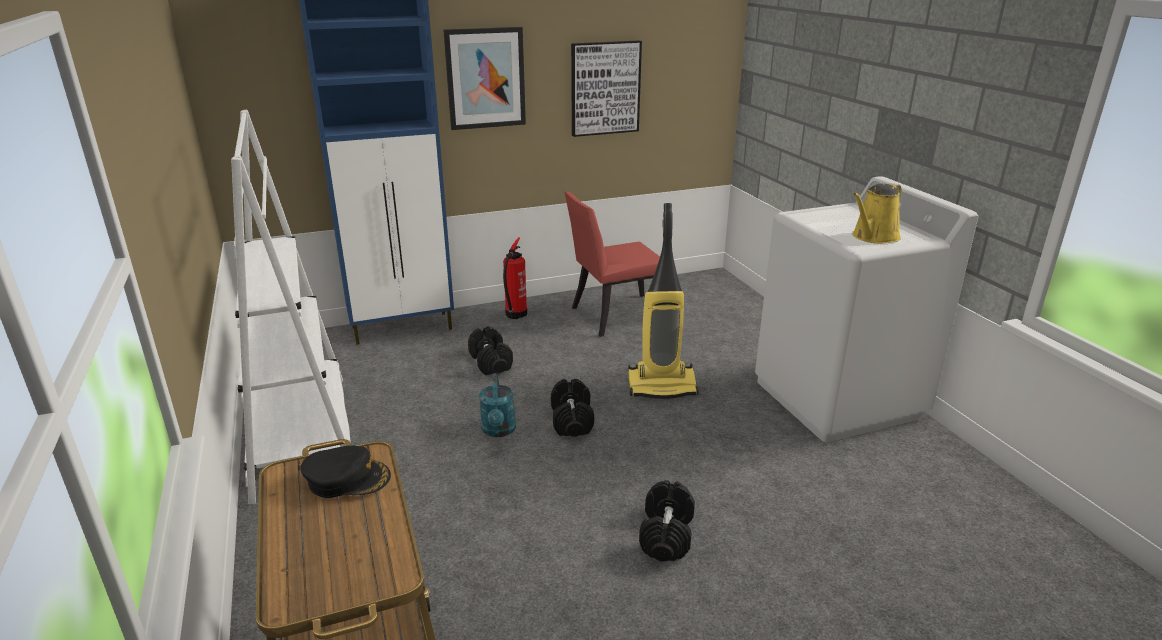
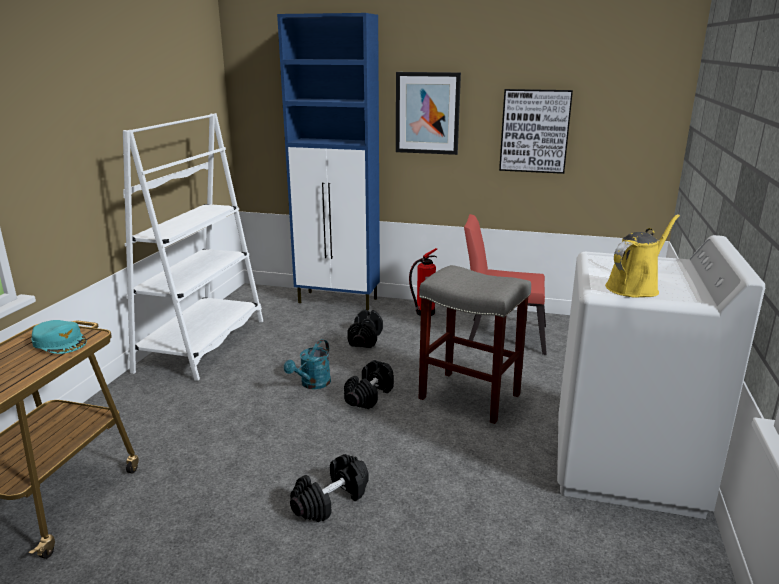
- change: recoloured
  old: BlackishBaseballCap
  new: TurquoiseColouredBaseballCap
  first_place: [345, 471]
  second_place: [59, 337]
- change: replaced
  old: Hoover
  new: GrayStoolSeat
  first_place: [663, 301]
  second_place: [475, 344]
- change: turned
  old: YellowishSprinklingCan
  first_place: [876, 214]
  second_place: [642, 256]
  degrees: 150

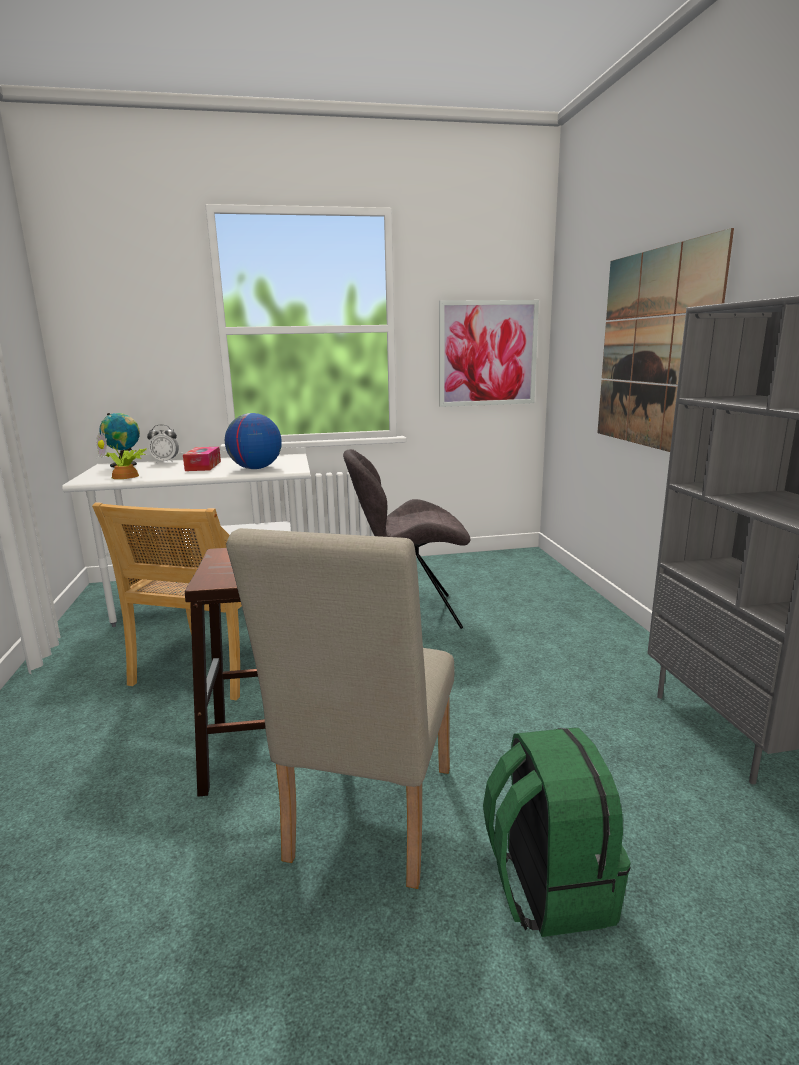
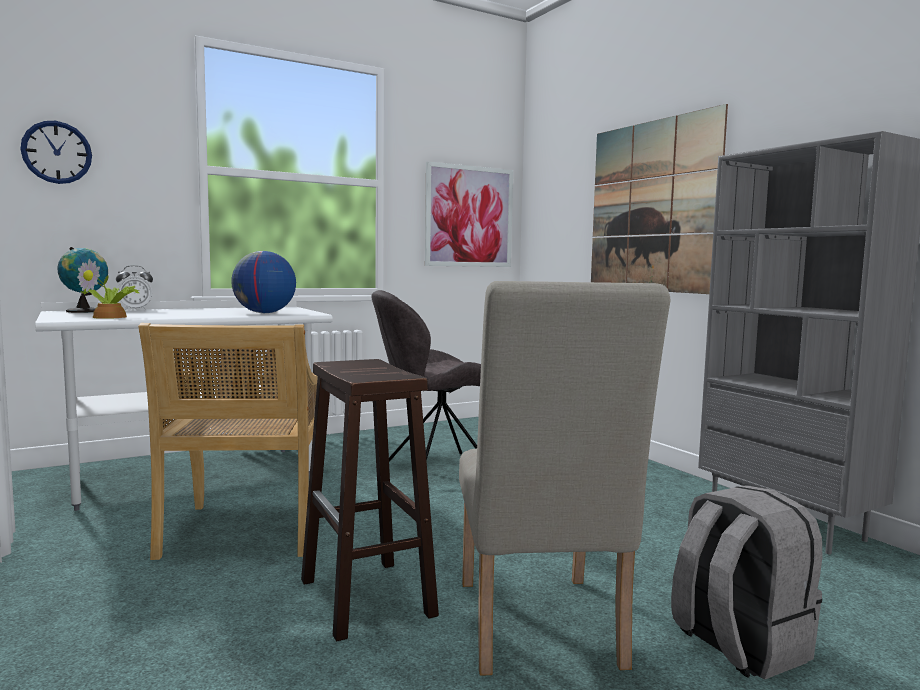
- change: removed
  old: BoxOfTissues
  first_place: [202, 459]
- change: recoloured
  old: GreenishRucksack
  new: GrayRucksack
  first_place: [557, 832]
  second_place: [746, 582]
- change: added
  new: HangingClock
  second_place: [56, 152]

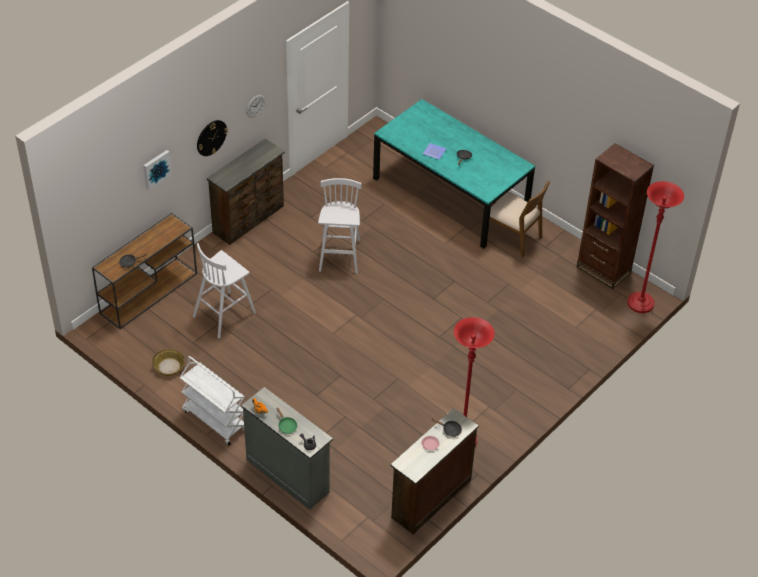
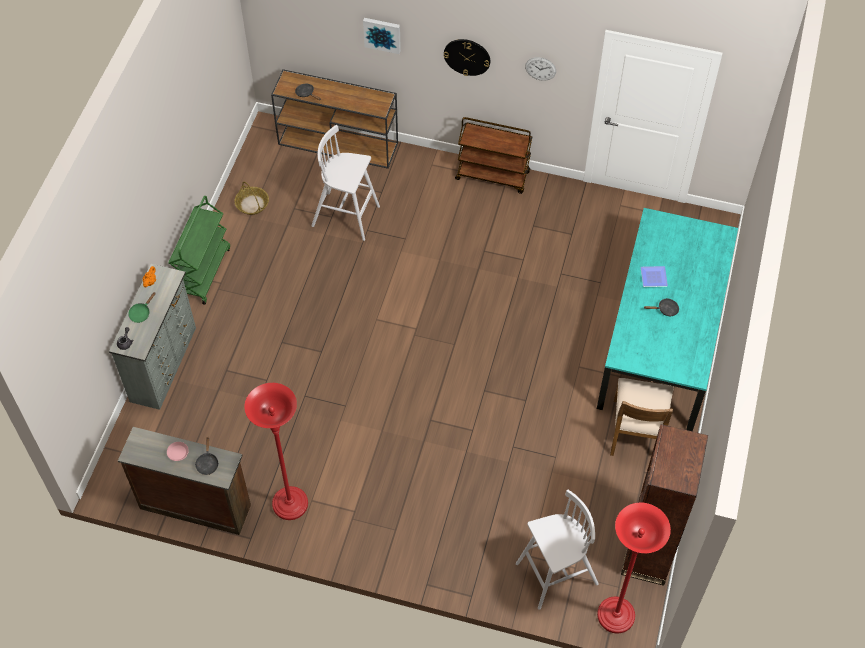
- change: recoloured
  old: WhiteColouredWheeledCart
  new: GreenishWheeledCart
  first_place: [212, 401]
  second_place: [199, 250]
- change: replaced
  old: BrownDrawerChest
  new: BrownWheeledCart
  first_place: [246, 191]
  second_place: [493, 155]
- change: moved
  old: WhiteColouredStoolSeat
  first_place: [340, 226]
  second_place: [557, 550]

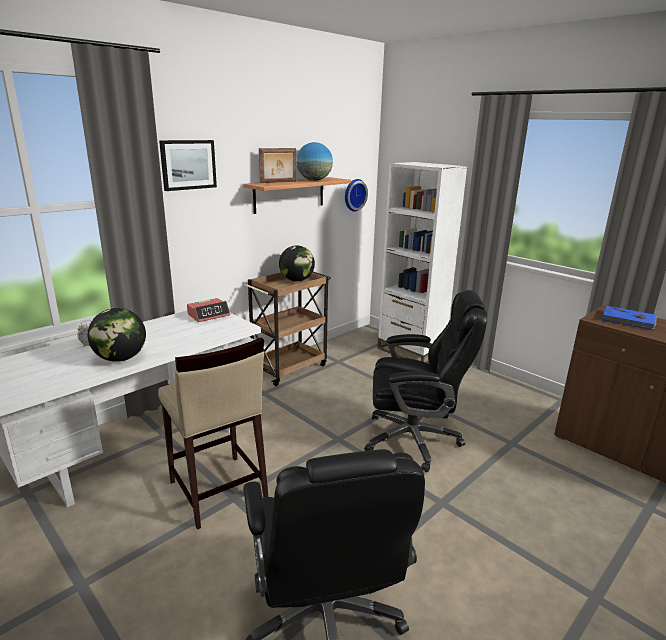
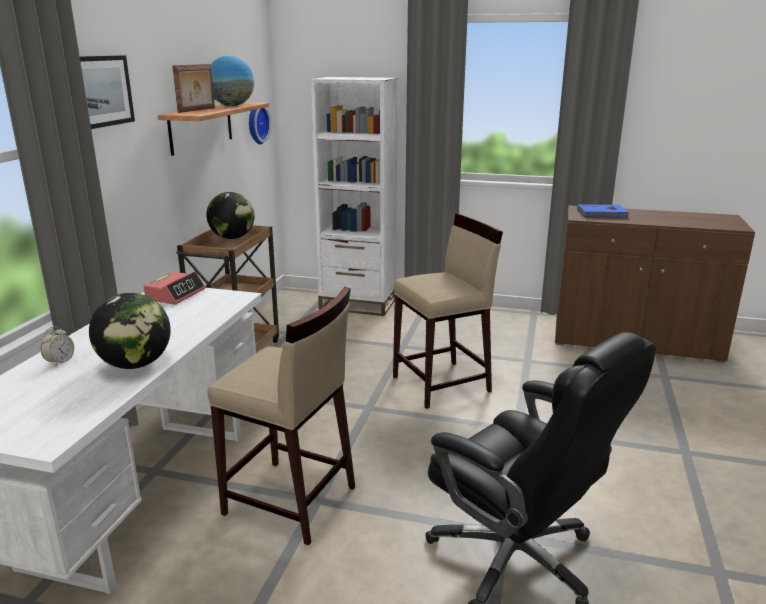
- change: replaced
  old: BlackishComputerChair
  new: BeigeColouredStoolSeat
  first_place: [425, 381]
  second_place: [448, 311]

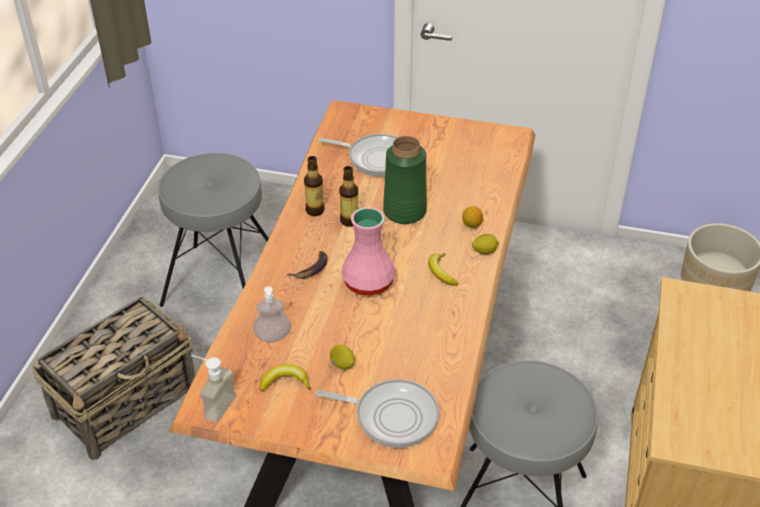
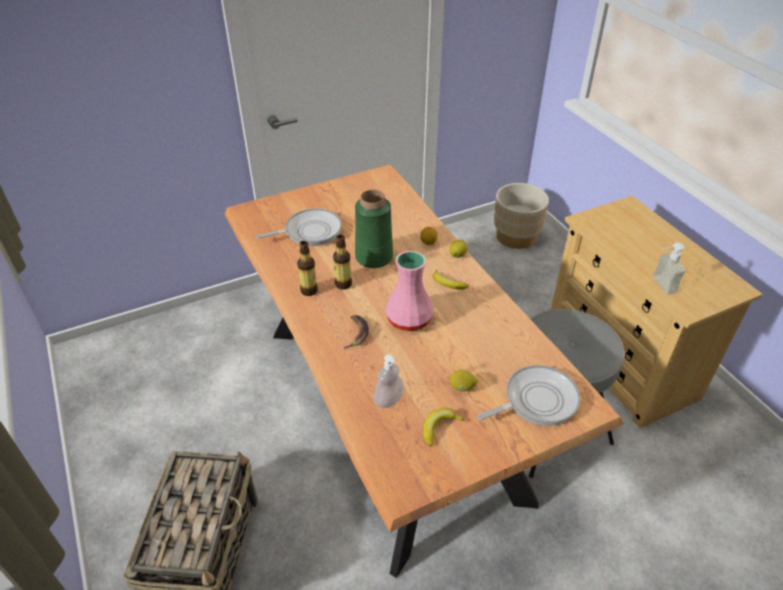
- change: removed
  old: GrayStoolSeat
  first_place: [213, 230]
- change: moved
  old: SoapDispenser
  first_place: [213, 389]
  second_place: [669, 269]

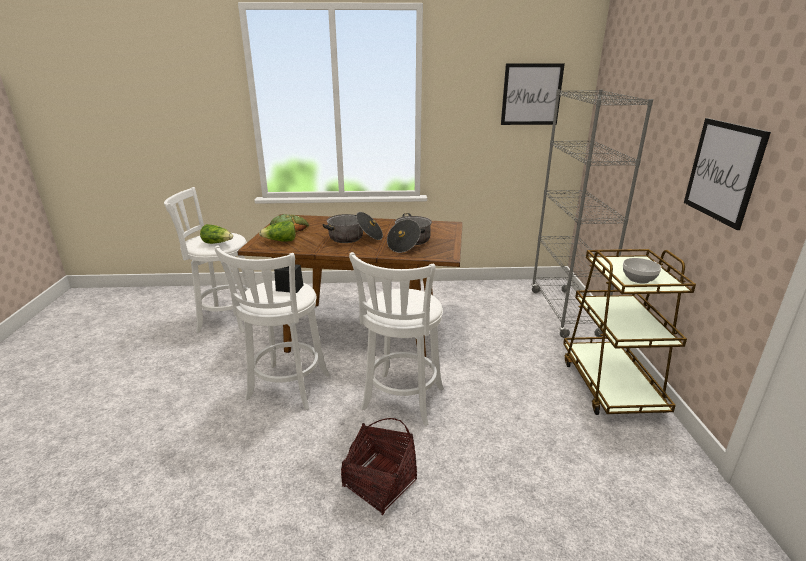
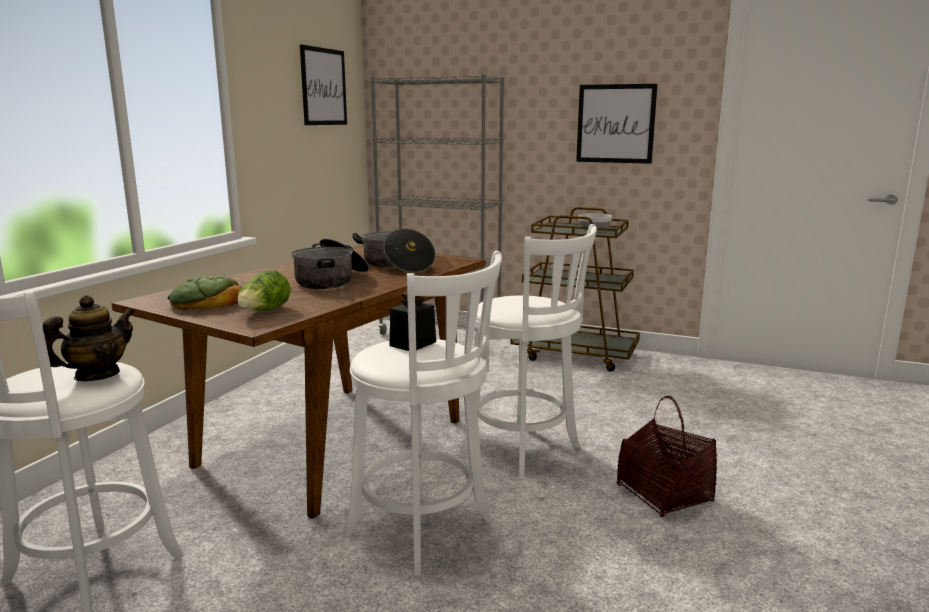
- change: replaced
  old: LettuceHead
  new: TeaPot
  first_place: [216, 234]
  second_place: [89, 338]

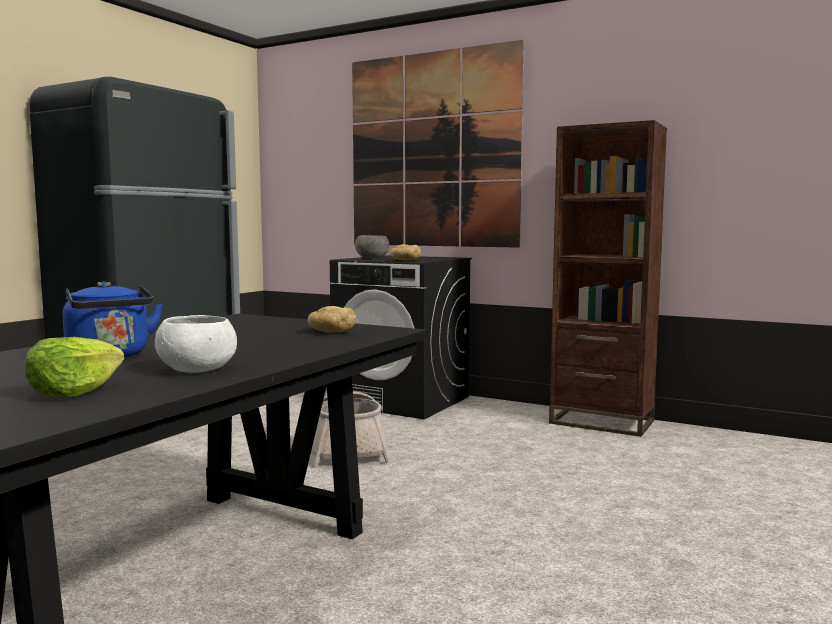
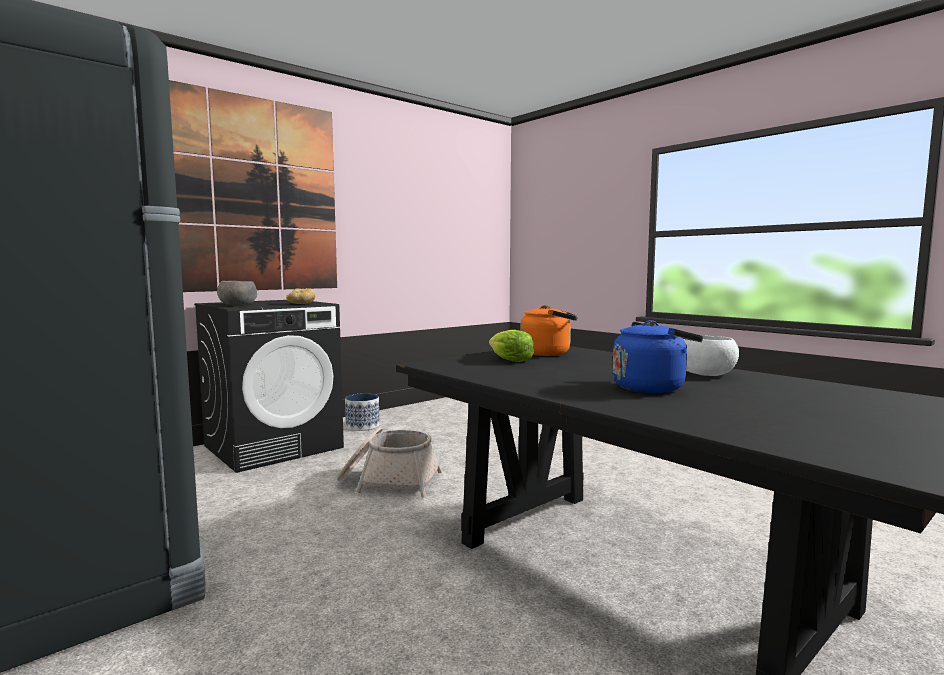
- change: moved
  old: LettuceHead
  first_place: [74, 367]
  second_place: [511, 346]
- change: replaced
  old: BakedBread
  new: OrangeTeaKettle
  first_place: [332, 319]
  second_place: [549, 330]
- change: removed
  old: BrownBookcase
  first_place: [608, 278]
- change: added
  new: PlantPot
  second_place: [362, 412]

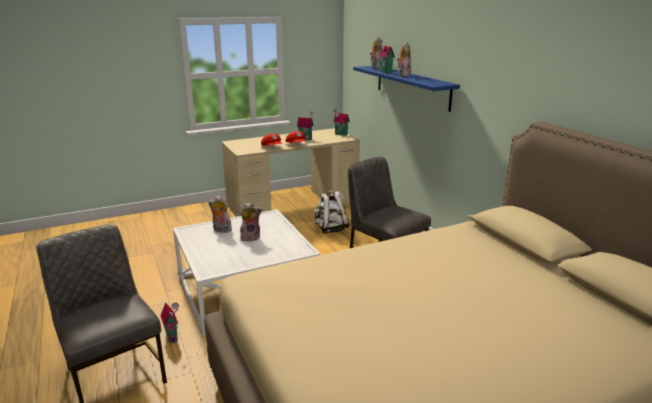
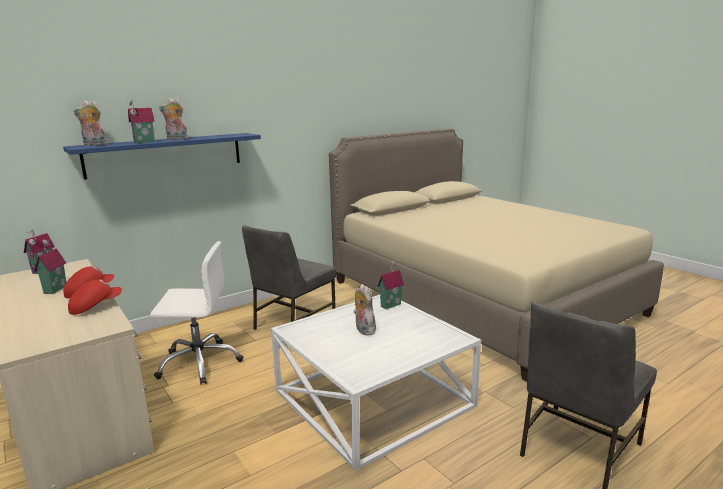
- change: moved
  old: MiniatureHouse
  first_place: [169, 323]
  second_place: [390, 284]
- change: removed
  old: CuddlyToy
  first_place: [220, 214]
- change: replaced
  old: WhiteColouredRucksack
  new: WhiteColouredComputerChair
  first_place: [332, 212]
  second_place: [197, 313]

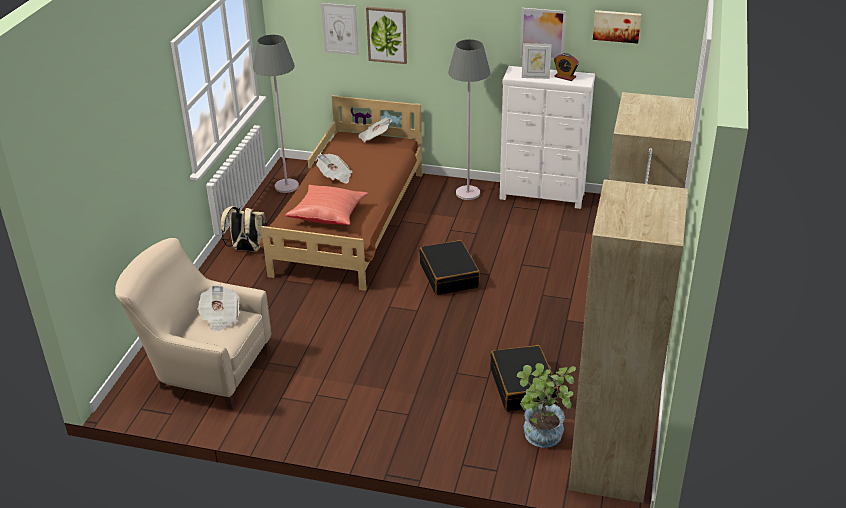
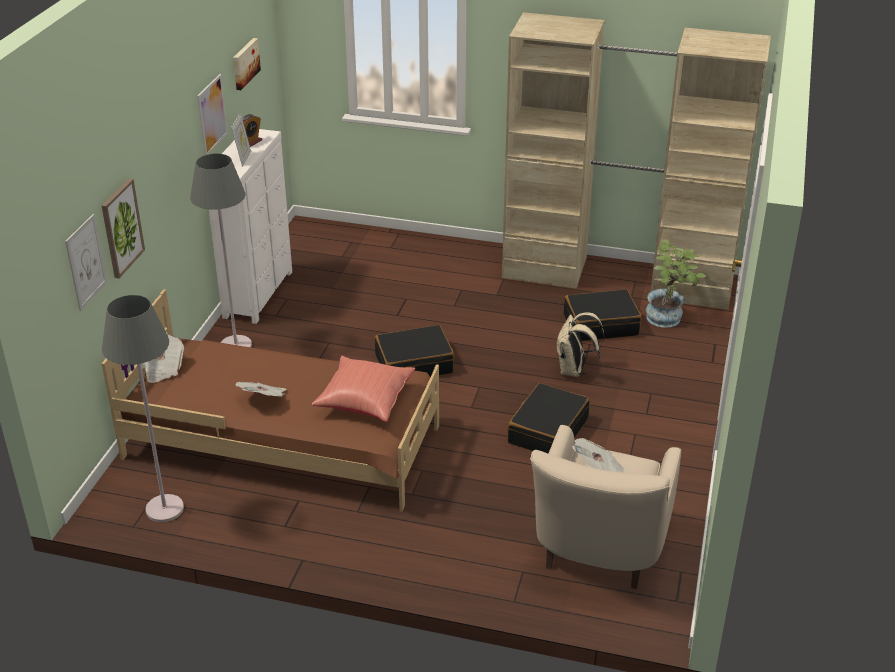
- change: moved
  old: BeigeColouredRucksack
  first_place: [243, 229]
  second_place: [581, 344]
- change: added
  new: BlackishSuitcase
  second_place: [548, 418]

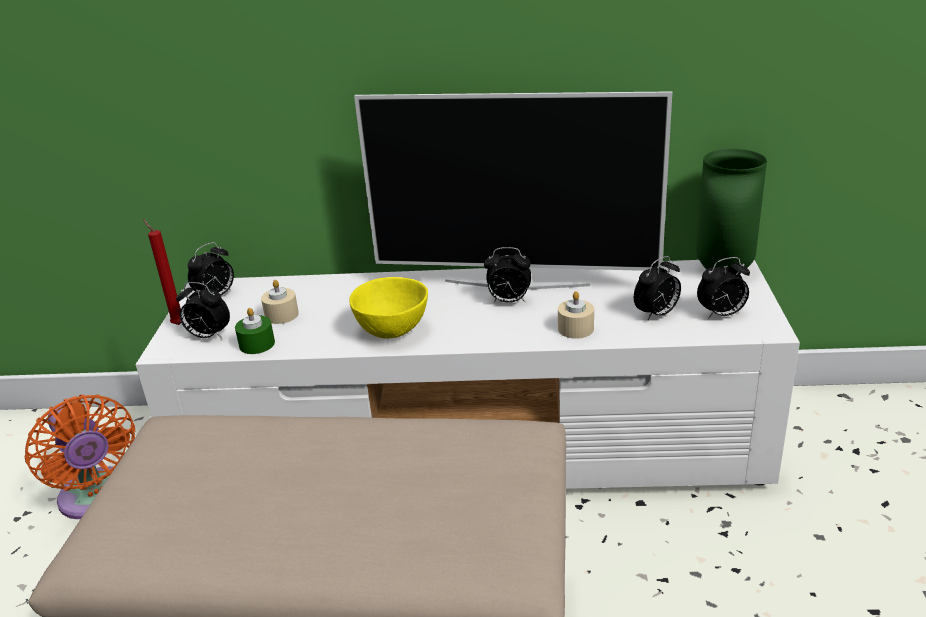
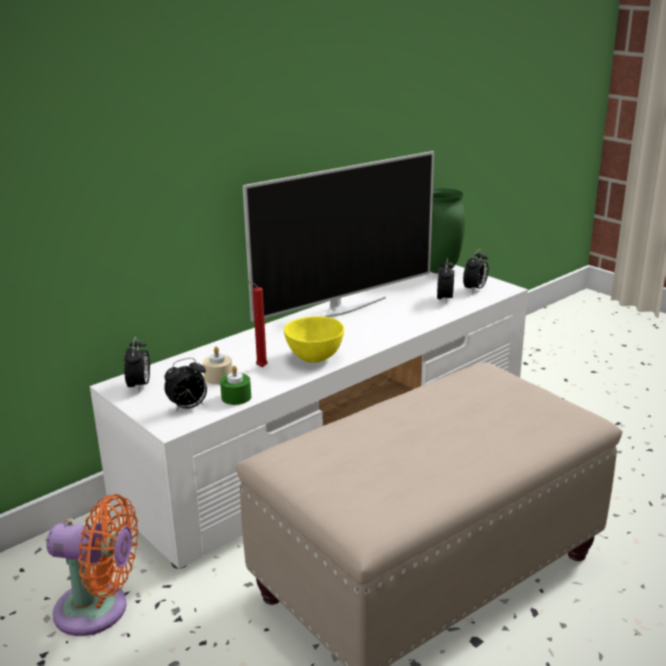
- change: moved
  old: RedWaxCandle
  first_place: [162, 272]
  second_place: [257, 323]
- change: removed
  old: AlarmClock
  first_place: [507, 275]
- change: removed
  old: BeigeColouredWaxCandle
  first_place: [576, 315]

